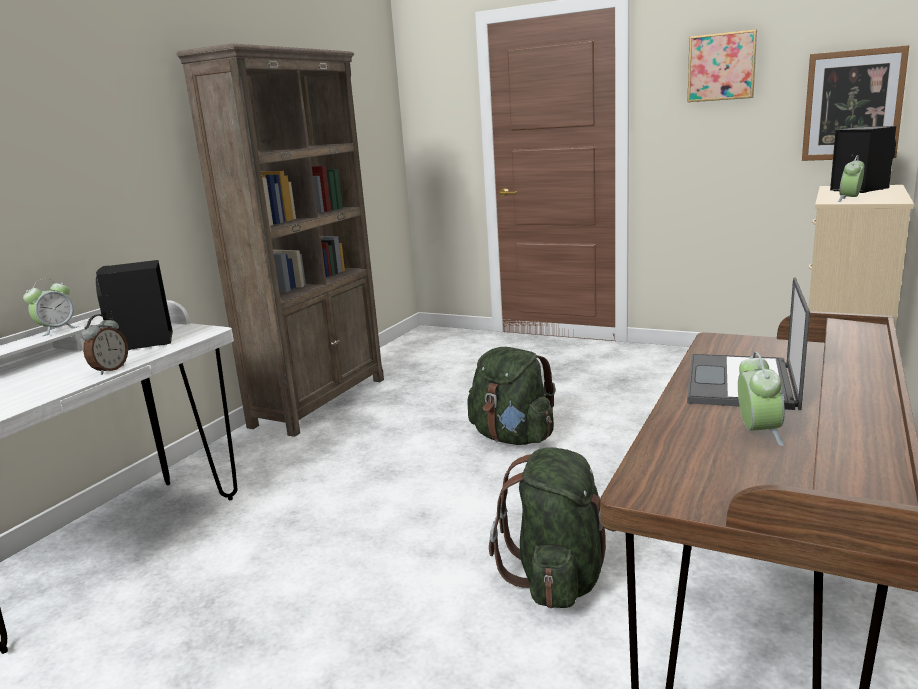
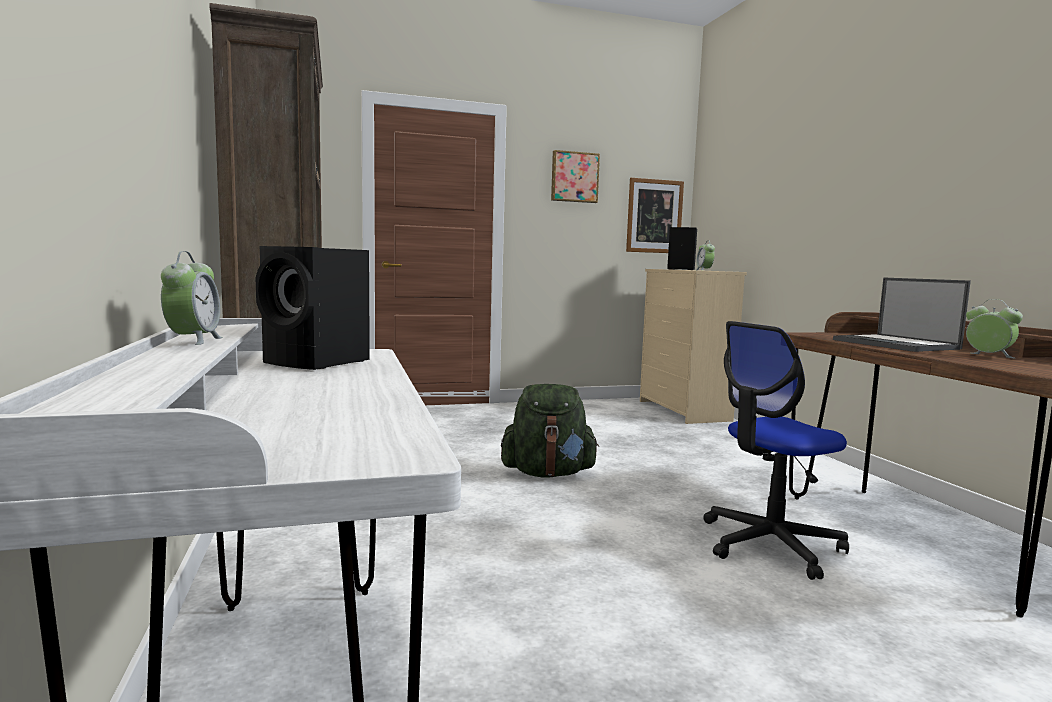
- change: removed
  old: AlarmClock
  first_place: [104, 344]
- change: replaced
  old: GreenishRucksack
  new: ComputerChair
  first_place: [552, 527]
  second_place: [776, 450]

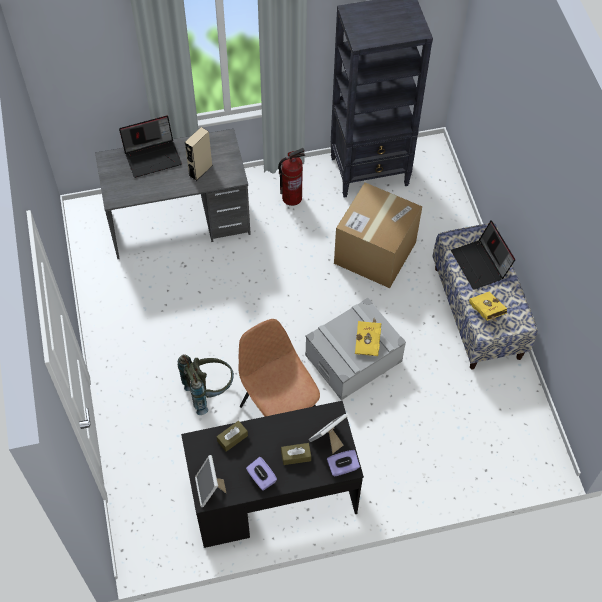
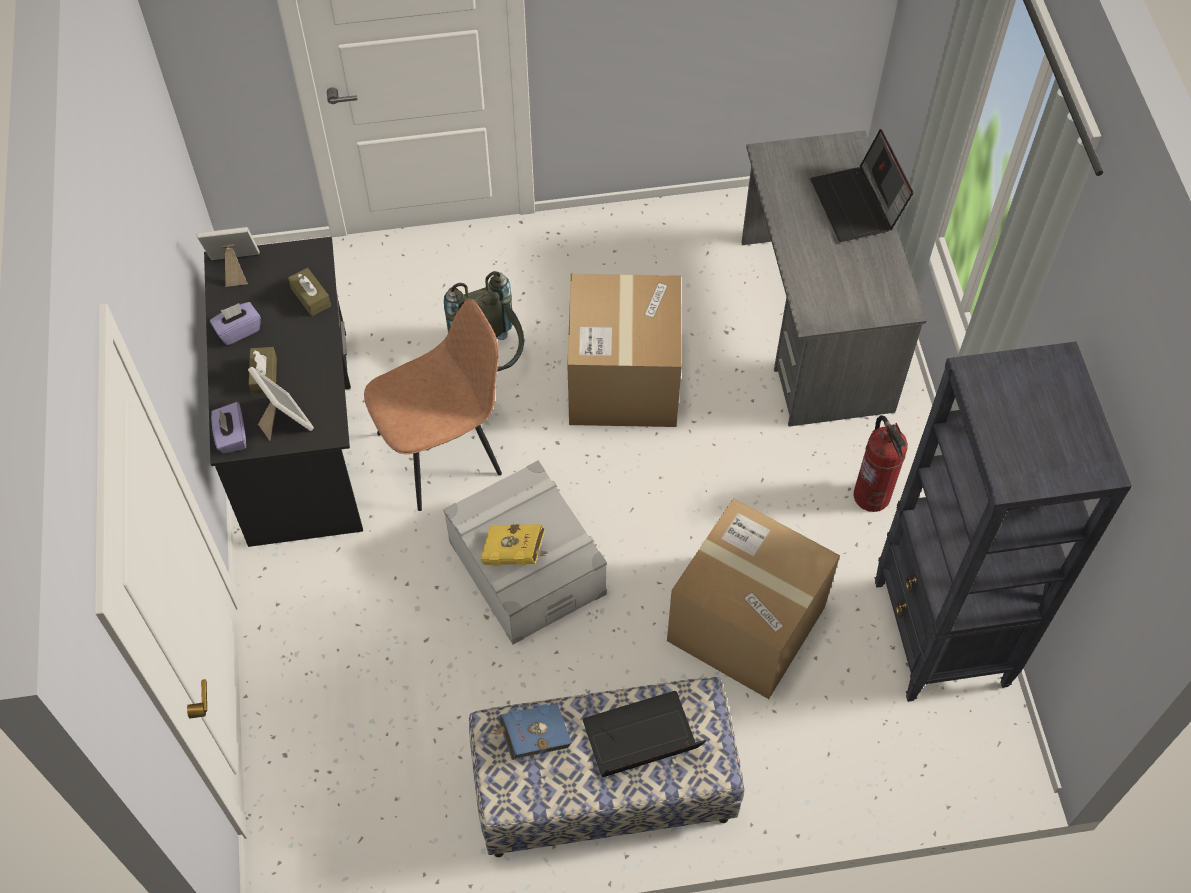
- change: removed
  old: BeigeColouredSpeaker
  first_place: [199, 154]
- change: recoloured
  old: YellowishBoundBook
  new: BlueColouredBoundBook
  first_place: [488, 307]
  second_place: [531, 731]
- change: added
  new: CardboardBox
  second_place: [624, 350]

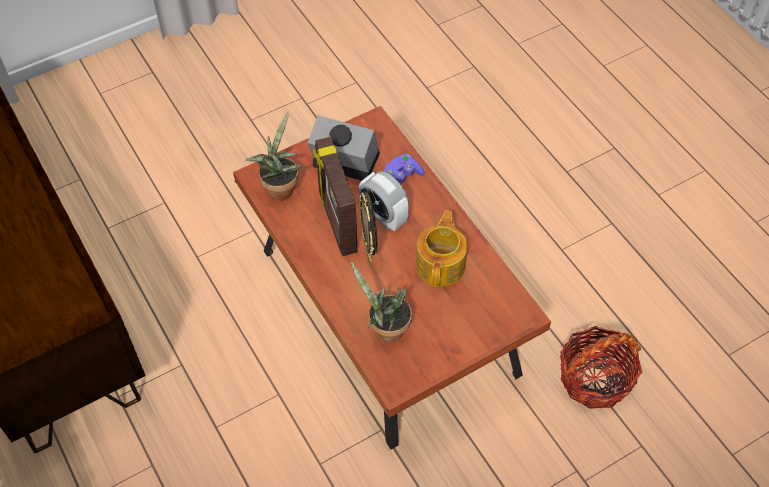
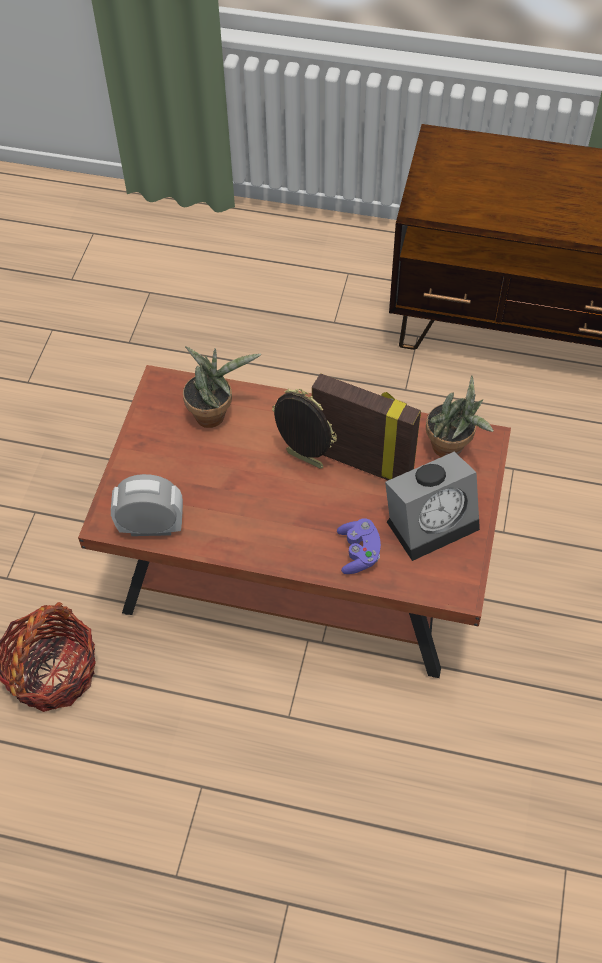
- change: moved
  old: AlarmClock
  first_place: [384, 201]
  second_place: [147, 505]
- change: removed
  old: TeaPot
  first_place: [441, 249]

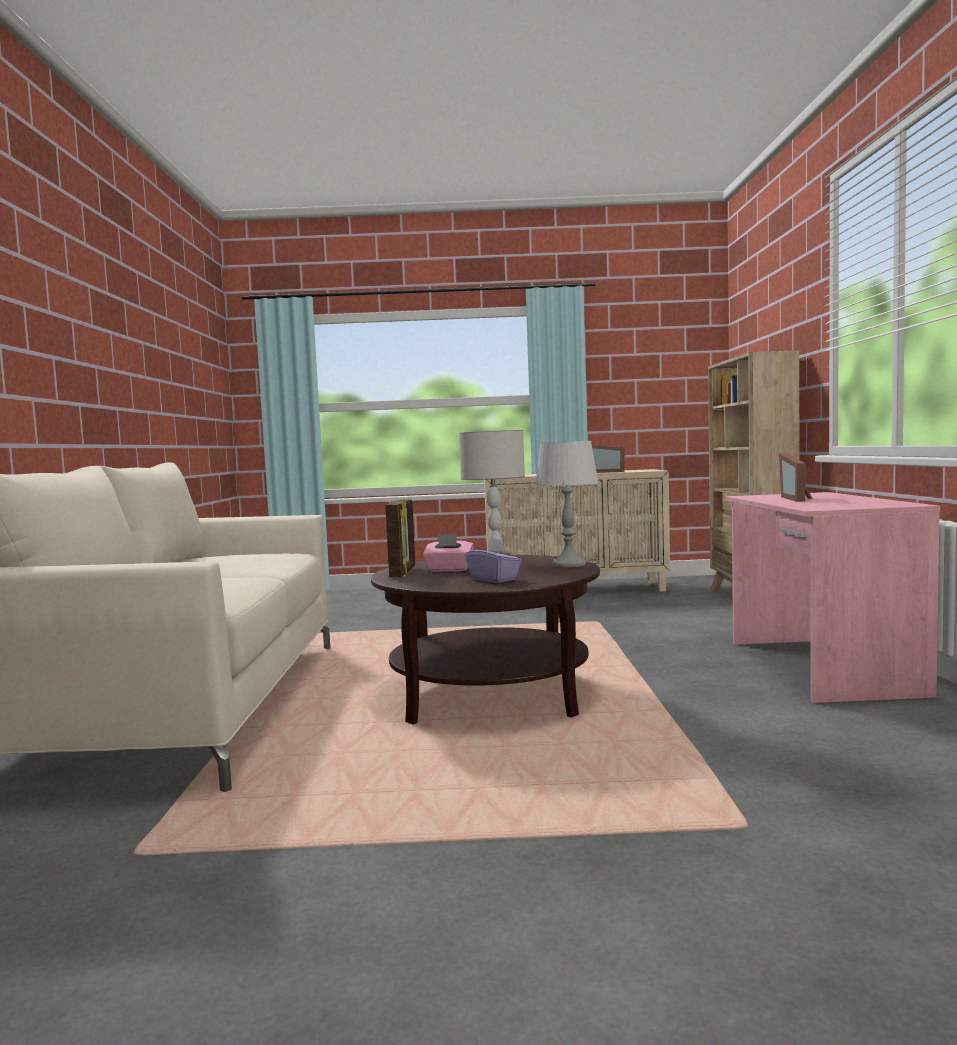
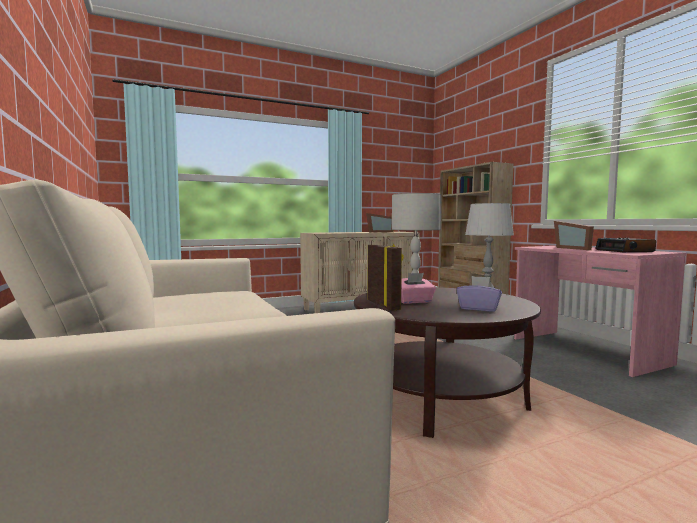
- change: added
  new: AlarmClock
  second_place: [625, 245]

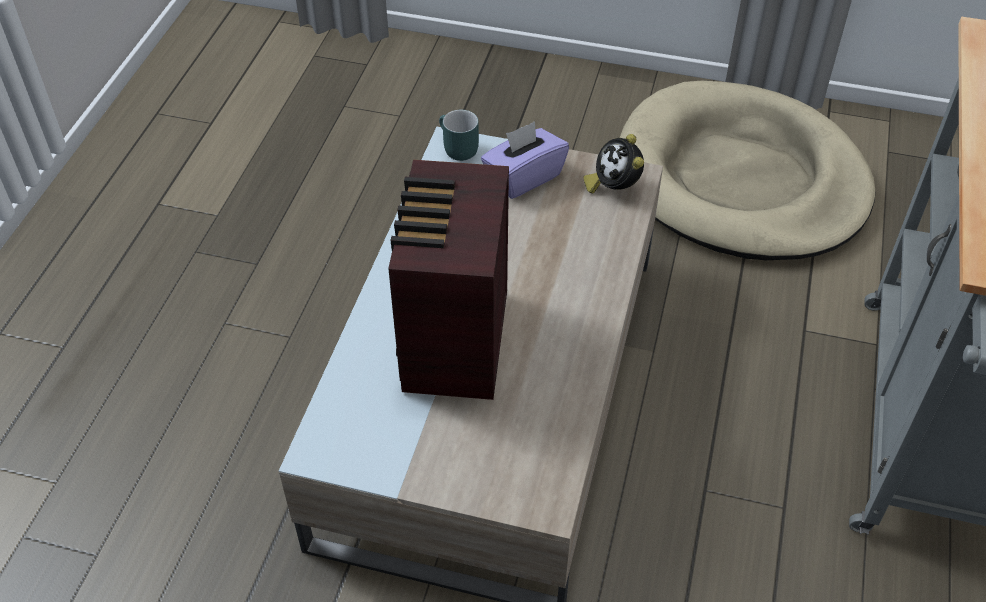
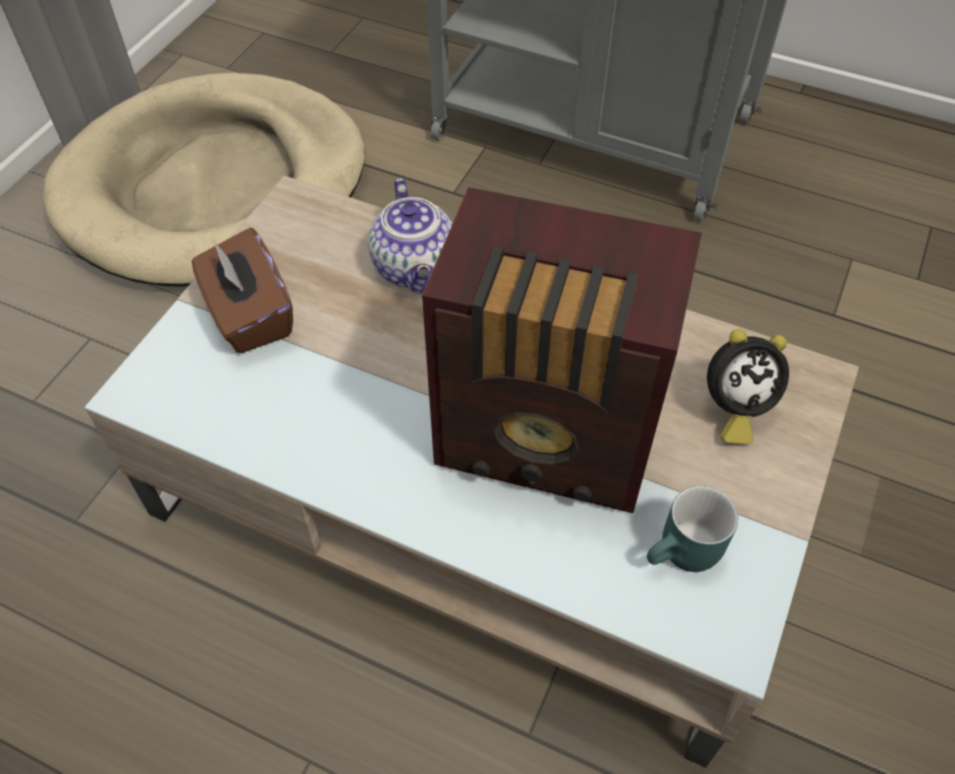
- change: moved
  old: TurquoiseColouredMug
  first_place: [459, 135]
  second_place: [692, 529]
- change: recoloured
  old: PurpleColouredBoxOfTissues
  new: BrownBoxOfTissues
  first_place: [525, 160]
  second_place: [242, 290]
- change: moved
  old: AlarmClock
  first_place: [613, 163]
  second_place: [748, 386]
- change: added
  new: TeaPot
  second_place: [410, 236]

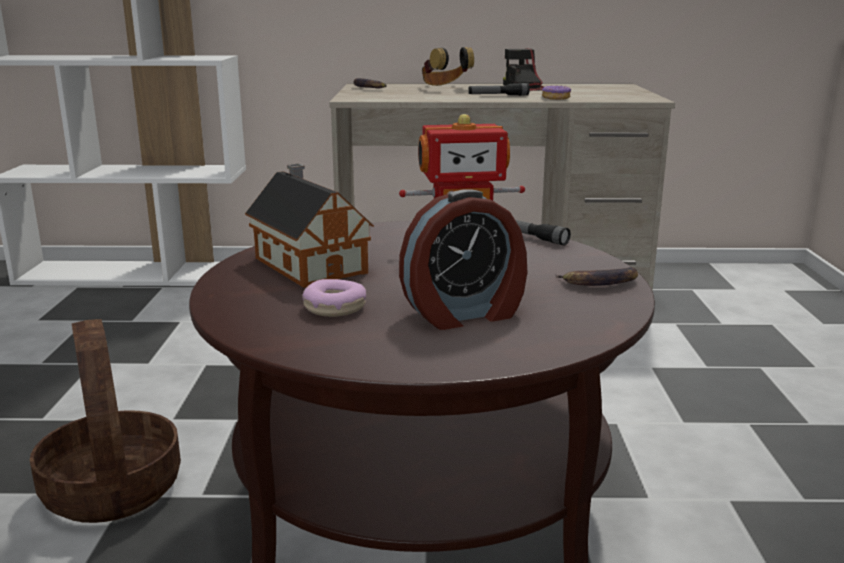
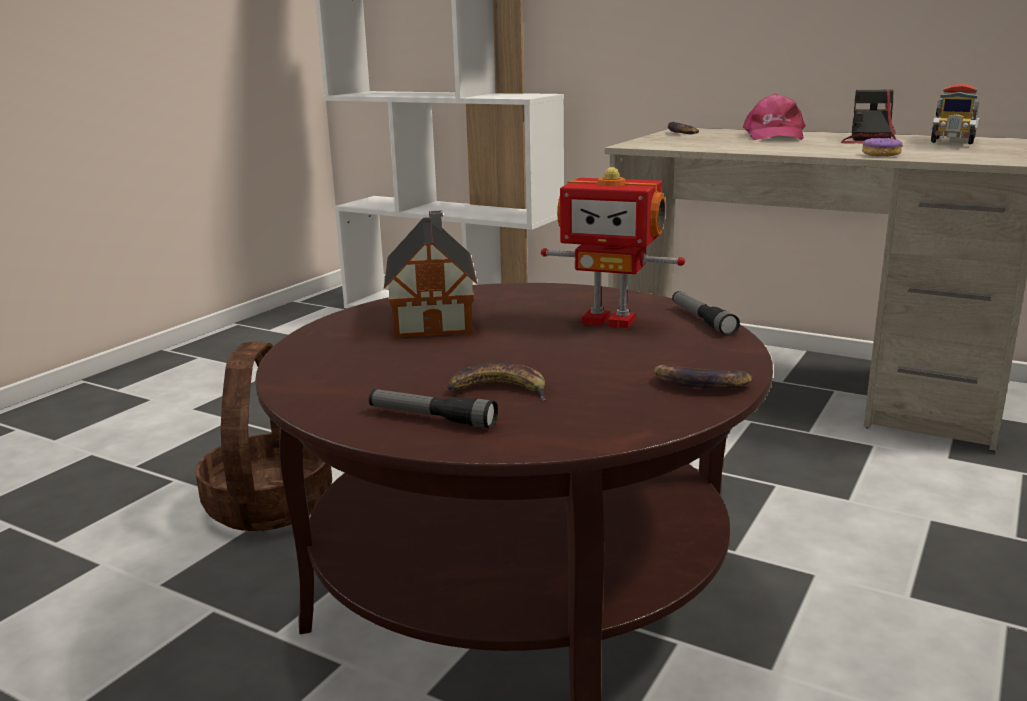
- change: removed
  old: Doughnut
  first_place: [334, 298]
- change: replaced
  old: AlarmClock
  new: WholeBanana
  first_place: [463, 259]
  second_place: [496, 381]
- change: replaced
  old: PairOfHeadphones
  new: PinkColouredBaseballCap
  first_place: [448, 66]
  second_place: [774, 117]
- change: moved
  old: Flashlight
  first_place: [499, 89]
  second_place: [433, 409]
- change: added
  new: ModelTruck
  second_place: [955, 114]

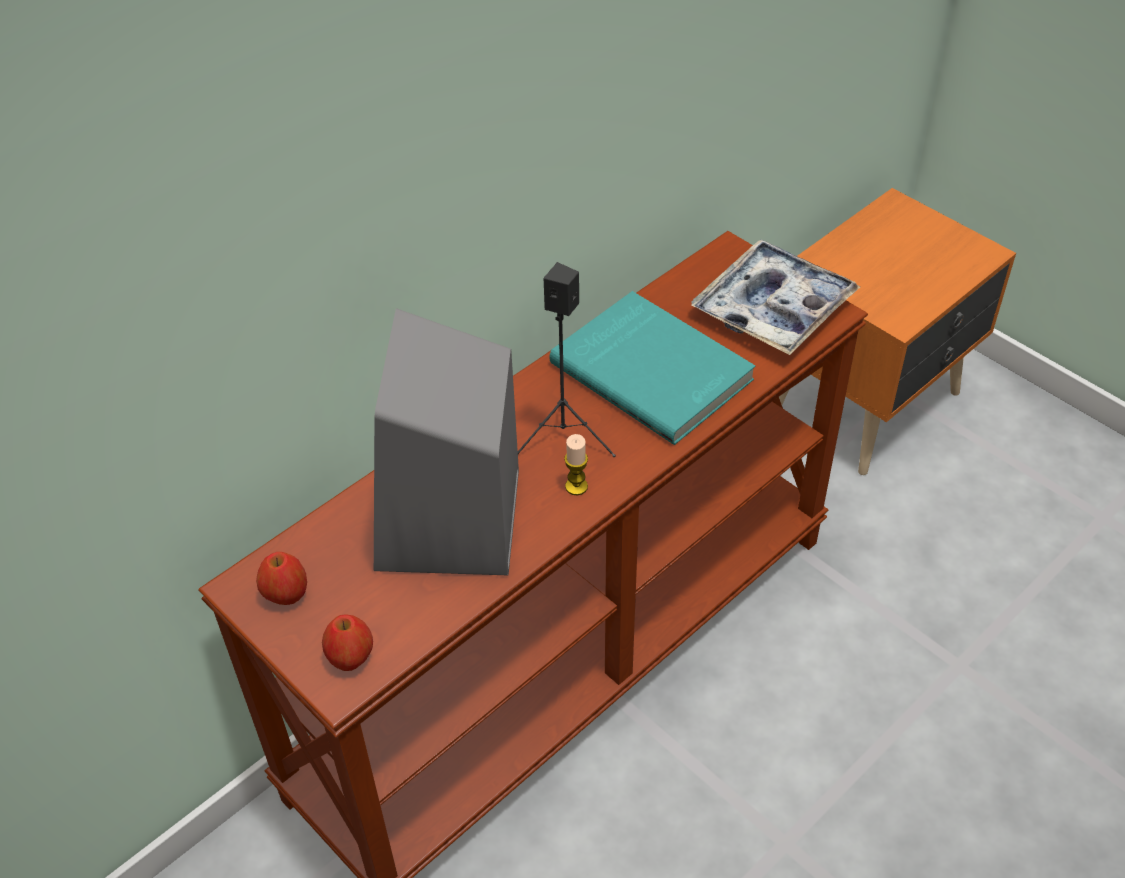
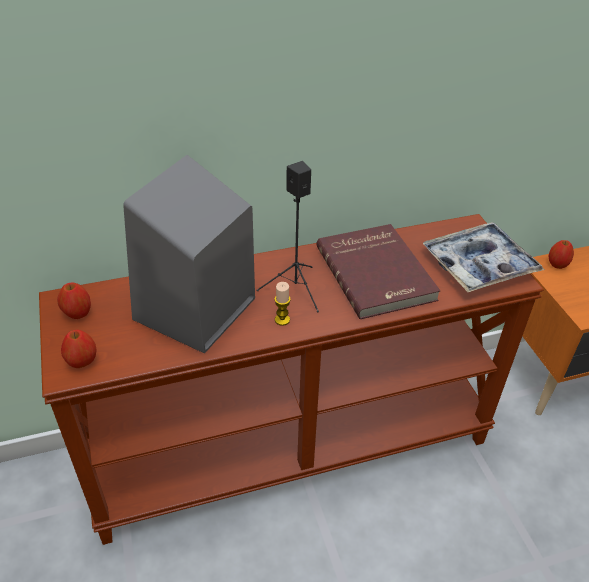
- change: recoloured
  old: TurquoiseColouredBoundBook
  new: RedBoundBook
  first_place: [653, 368]
  second_place: [378, 271]
- change: added
  new: AppleFruit
  second_place: [561, 254]

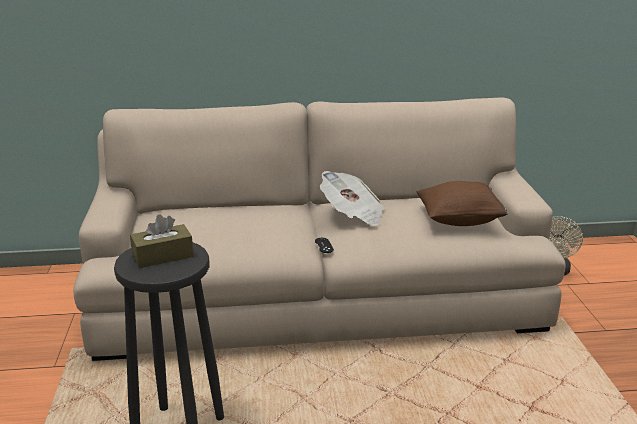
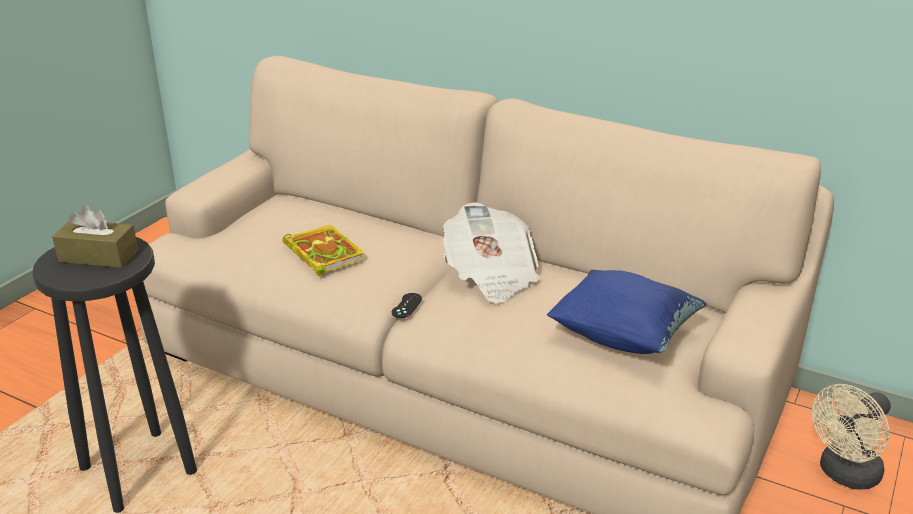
- change: recoloured
  old: BrownPillow
  new: BlueColouredPillow
  first_place: [463, 203]
  second_place: [626, 312]
- change: added
  new: BoundBook
  second_place: [323, 250]

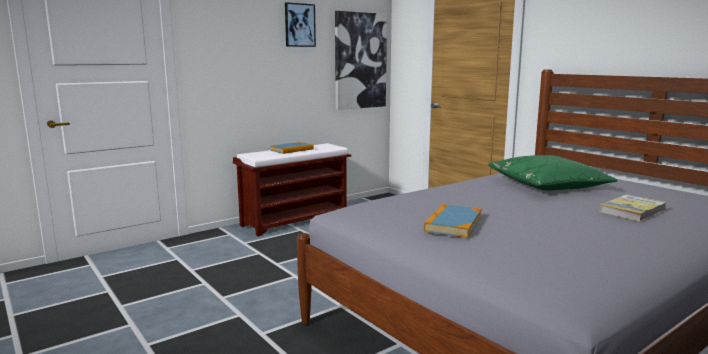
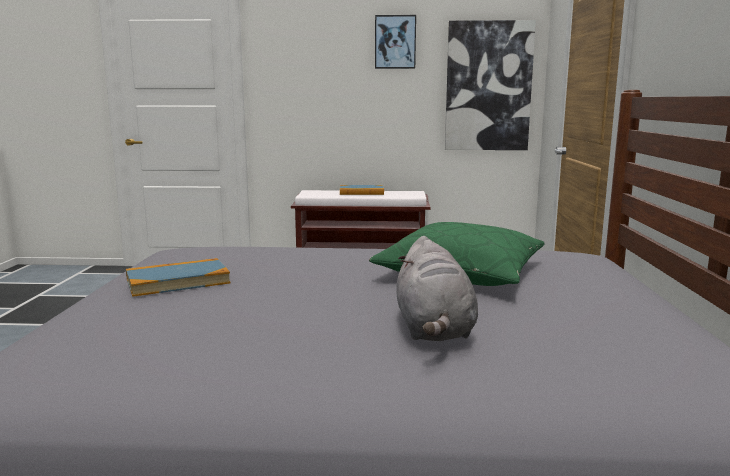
- change: replaced
  old: BoundBook
  new: GrayCuddlyToy
  first_place: [633, 208]
  second_place: [437, 288]

